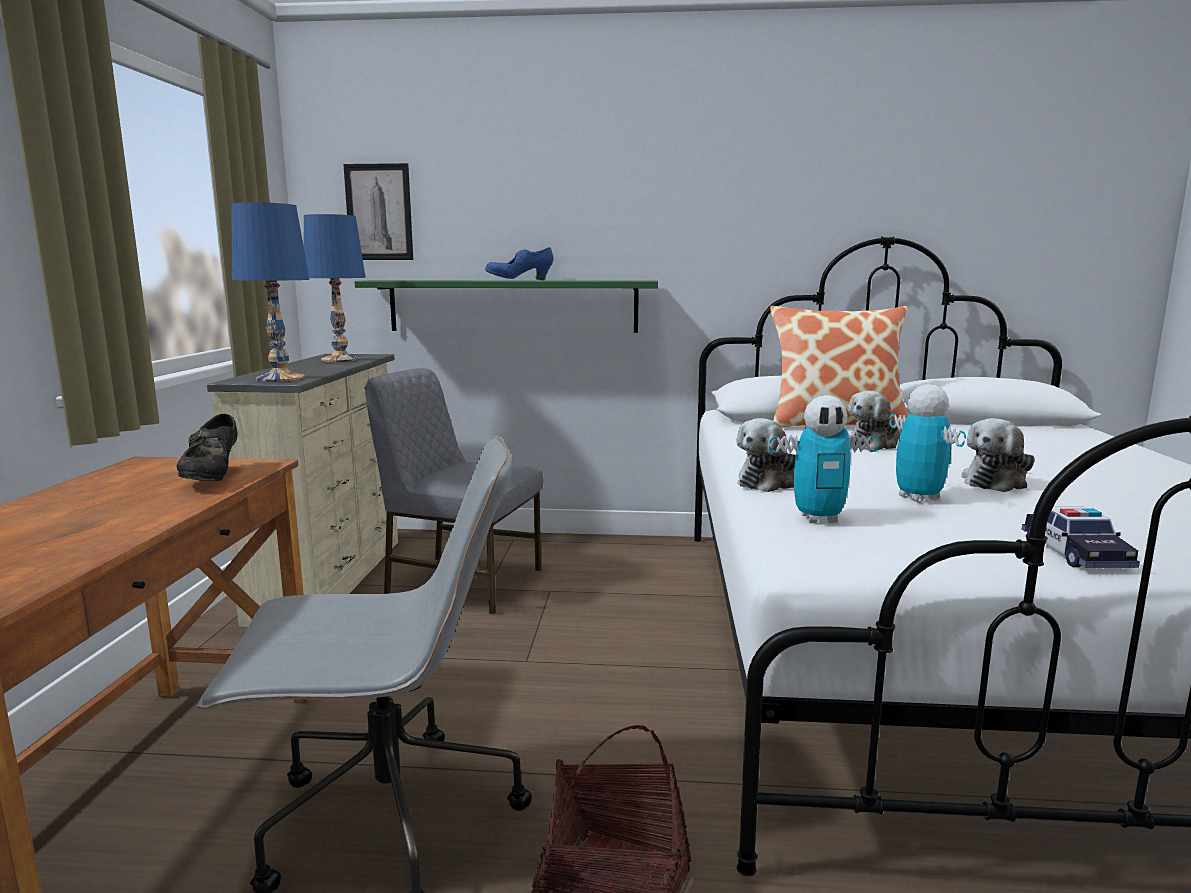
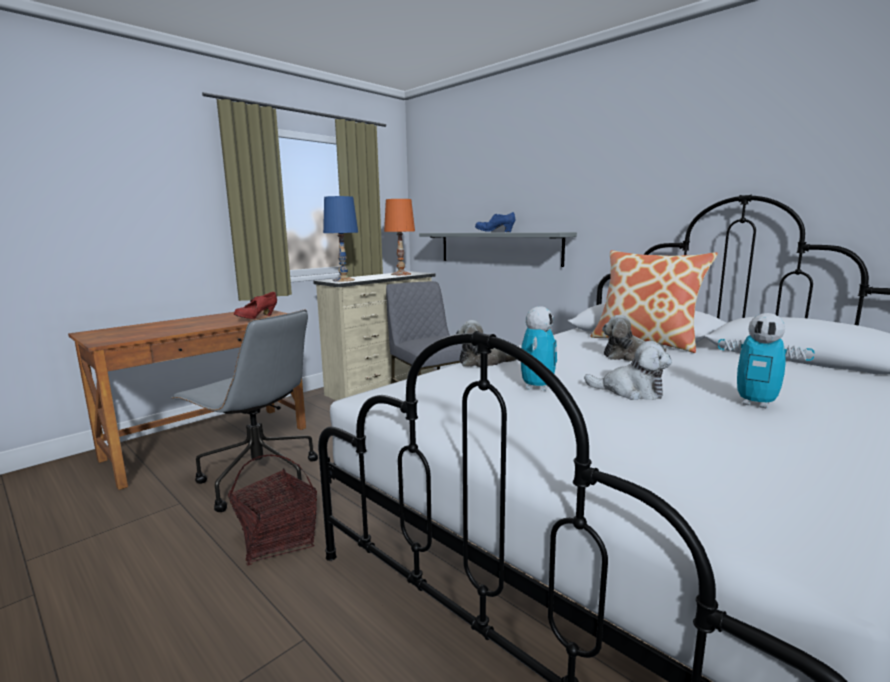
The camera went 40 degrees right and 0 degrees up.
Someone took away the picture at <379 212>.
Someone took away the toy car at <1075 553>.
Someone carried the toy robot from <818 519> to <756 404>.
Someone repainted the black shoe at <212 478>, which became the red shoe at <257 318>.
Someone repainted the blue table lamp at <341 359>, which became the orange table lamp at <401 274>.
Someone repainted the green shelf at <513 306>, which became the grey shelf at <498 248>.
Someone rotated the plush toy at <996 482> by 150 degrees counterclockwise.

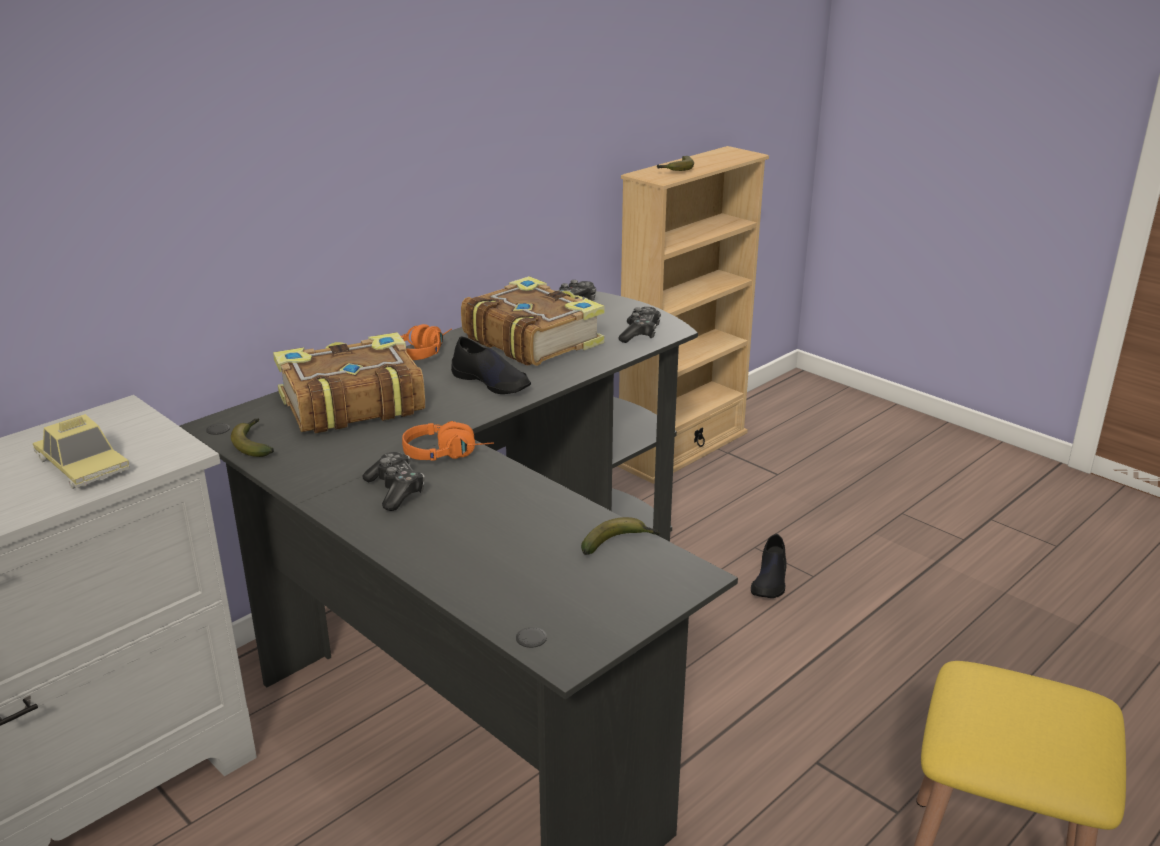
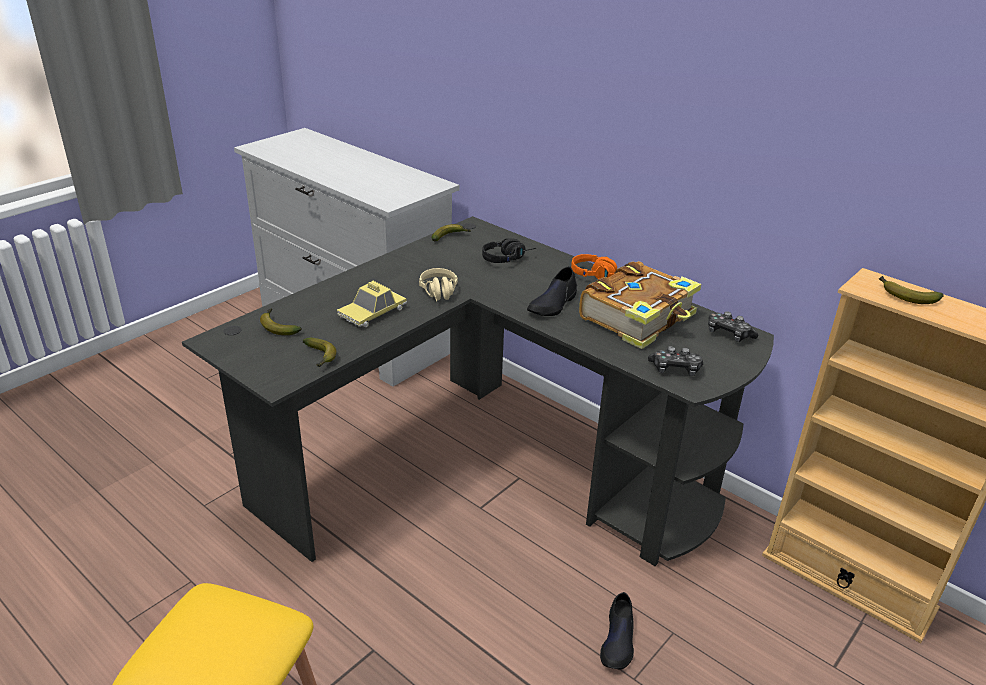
The camera went 85 degrees right and 5 degrees up.
Someone took away the game controller at <395 490>.
Someone put down the banana at <278 327>.
Someone carried the toy car from <82 465> to <372 312>.
Someone swapped the book at <350 403> for the black headphones at <508 258>.
Someone repainted the orange headphones at <448 454>, which became the beige headphones at <440 295>.
Someone rotated the black shoe at <770 580> by 90 degrees counterclockwise.

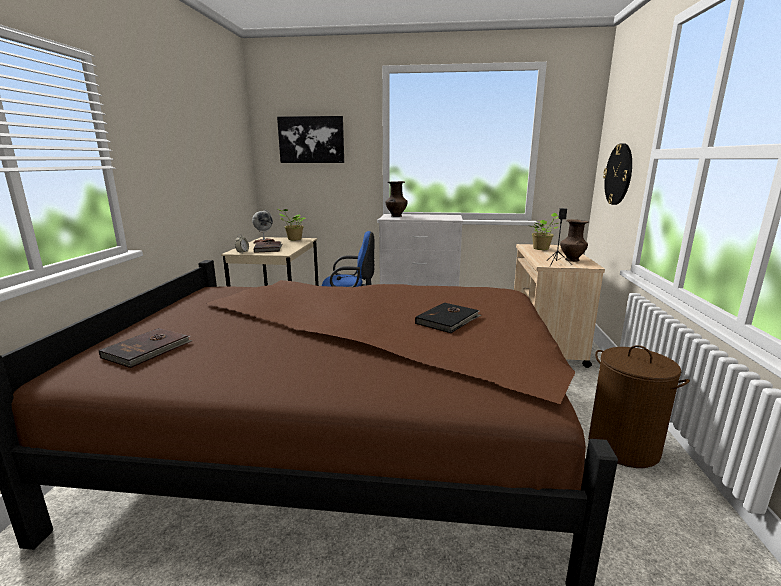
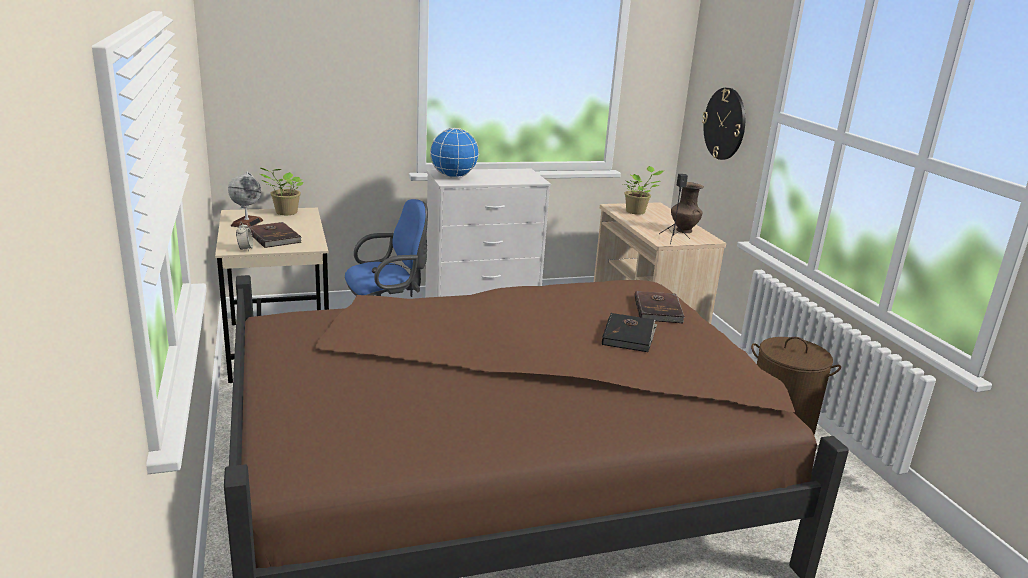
The camera went 25 degrees left and 5 degrees up.
Someone took away the picture at <311 140>.
Someone carried the brown book from <148 350> to <659 309>.
Someone swapped the brown vase at <396 216> for the globe at <454 177>.

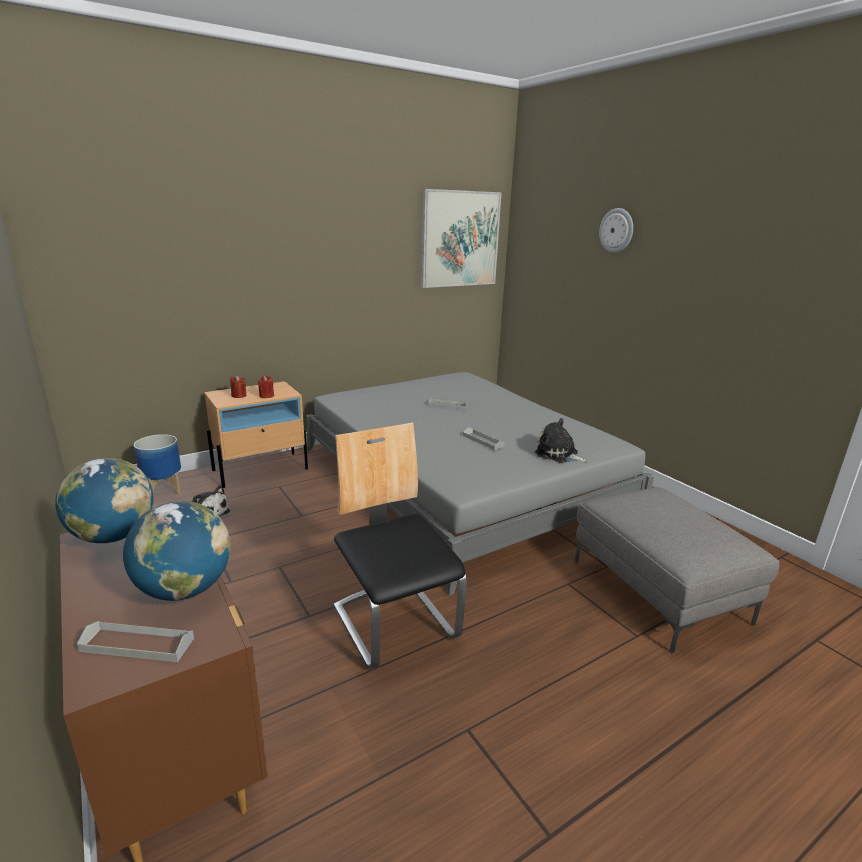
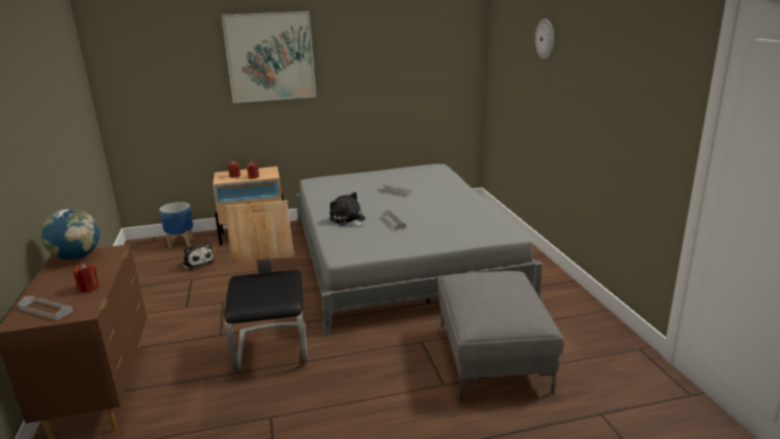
The camera went 20 degrees right and 0 degrees up.
Someone carried the picture from <460 239> to <270 57>.
Someone carried the plush toy from <558 454> to <348 220>.
Someone swapped the globe at <185 589> for the red candle at <88 288>.

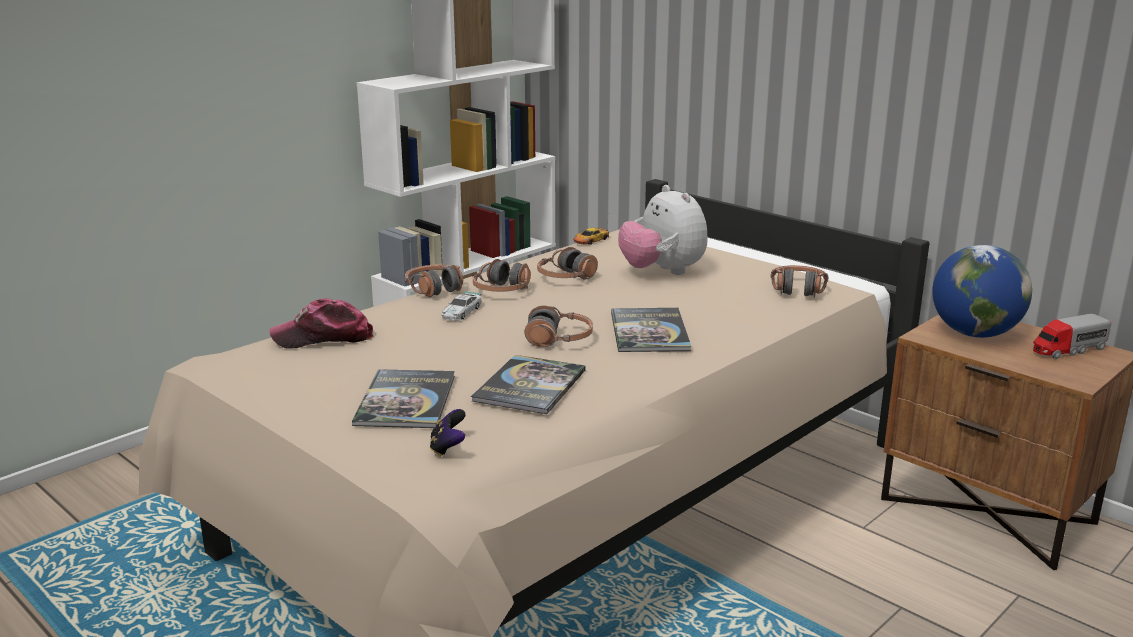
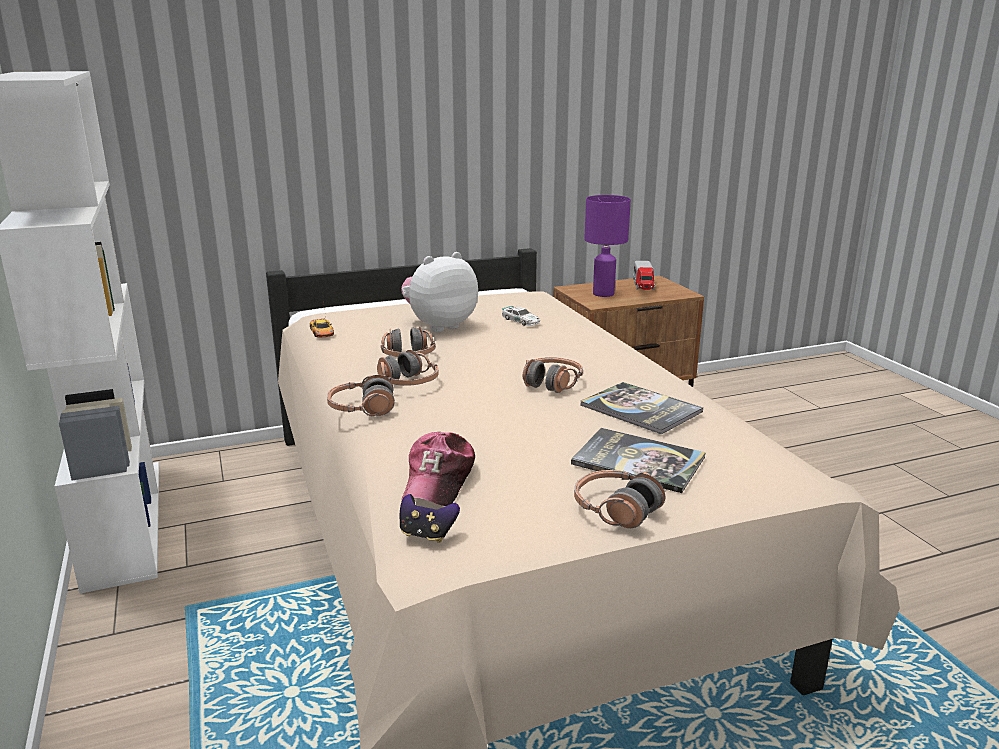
The camera went 65 degrees left and 0 degrees up.
Someone took away the book at <649 331>.
Someone carried the game controller from <448 448> to <427 534>.
Someone carried the toy car from <461 312> to <521 321>.
Someone carried the headphones from <798 289> to <616 509>.
Someone swapped the globe at <974 334> for the purple table lamp at <603 294>.
Someone rotated the plush toy at <662 272> by 150 degrees clockwise.

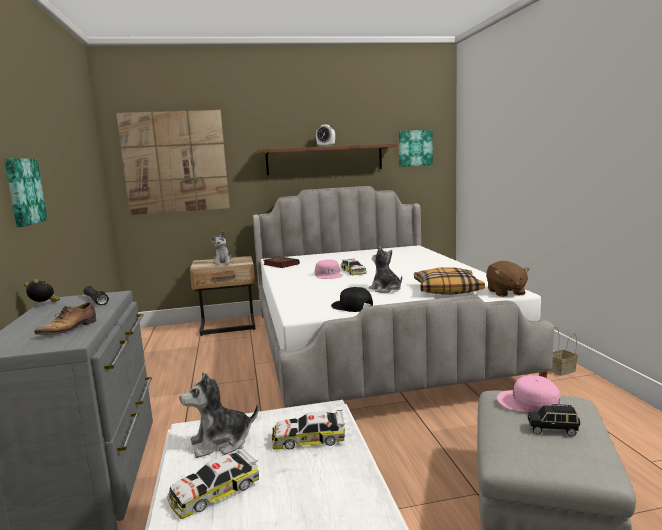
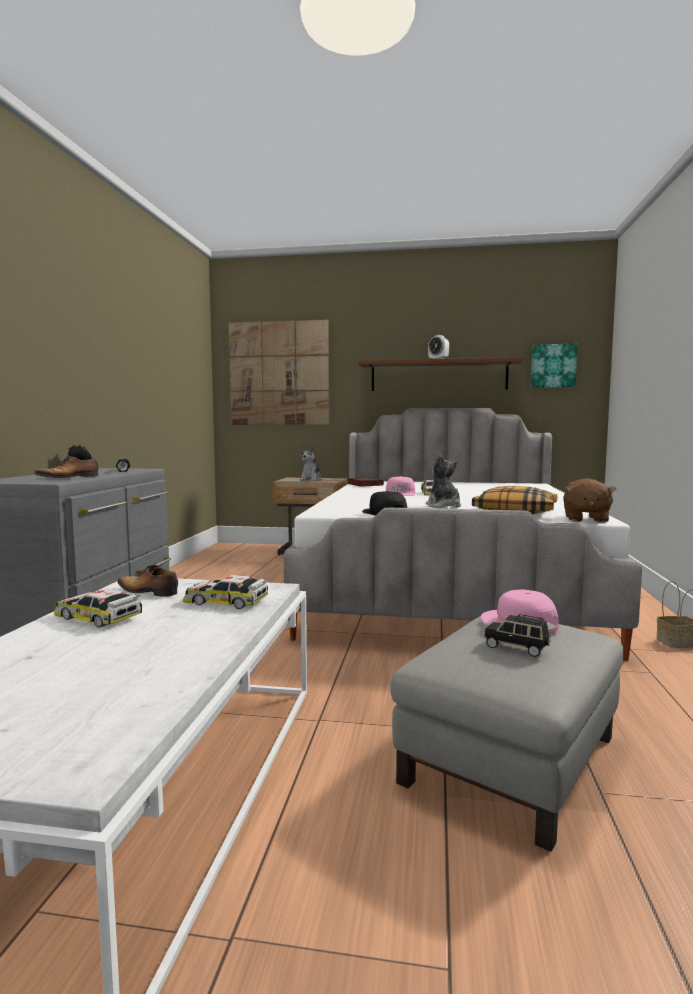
The camera went 20 degrees right and 5 degrees down.
Someone took away the picture at <23 191>.
Someone swapped the plush toy at <221 442> for the shoe at <148 592>.
Someone rotated the toy car at <214 491> by 45 degrees clockwise.

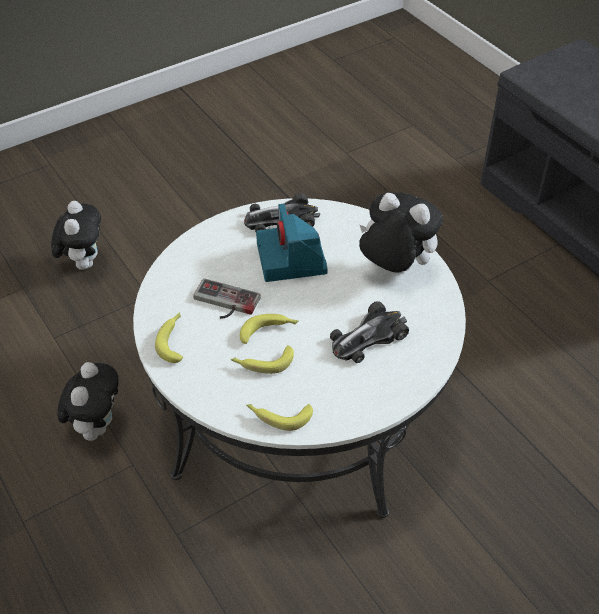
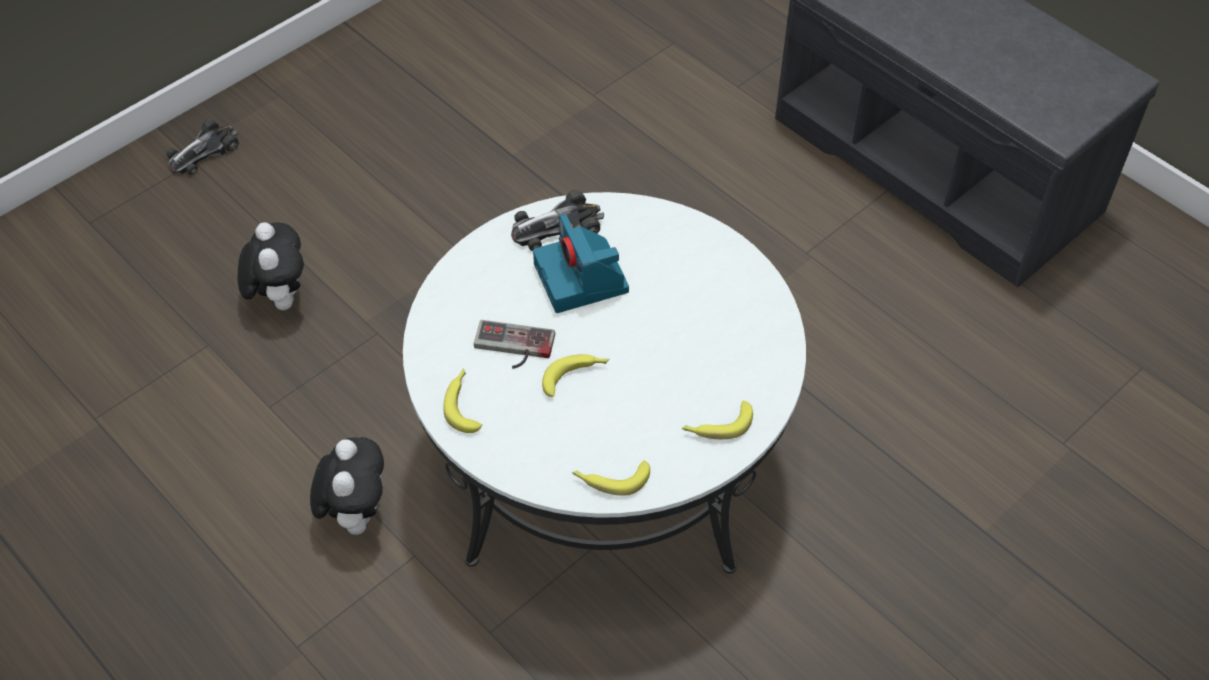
The camera went 10 degrees left and 5 degrees up.
Someone took away the plush toy at <394 268>.
Someone carried the banana from <262 362> to <717 426>.
Someone carried the toy car from <368 337> to <203 152>.

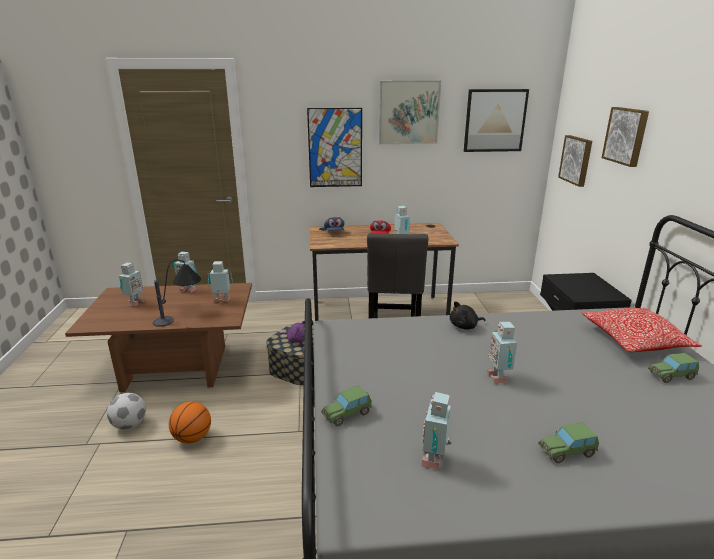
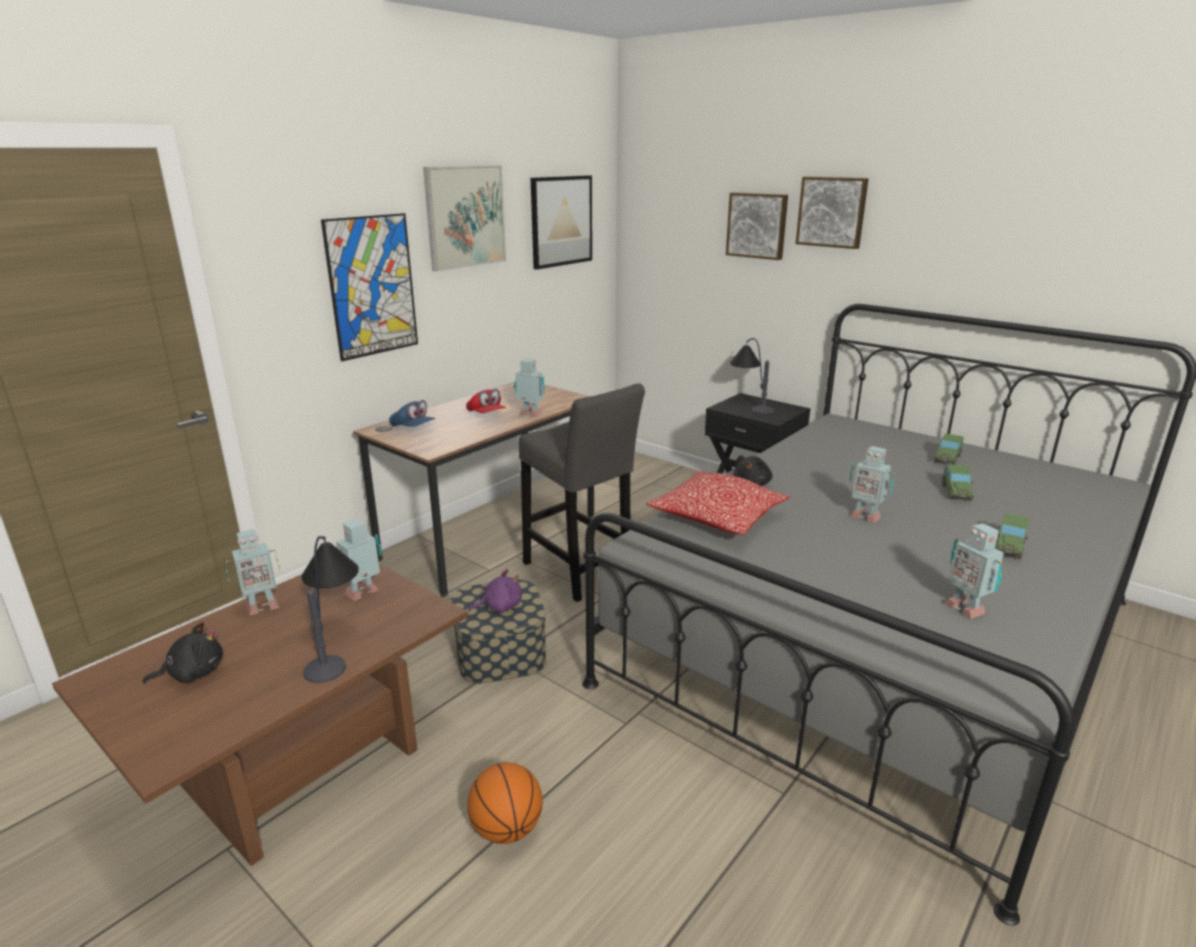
The camera went 45 degrees left and 0 degrees up.
Someone took away the football at <129 425>.
Someone put down the table lamp at <749 403>.
Someone carried the toy car from <347 414> to <956 492>.
Someone carried the picture from <576 160> to <832 212>.
Someone carried the pillow from <634 340> to <717 517>.
Someone swapped the toy robot at <134 303> for the black plush toy at <193 673>.

